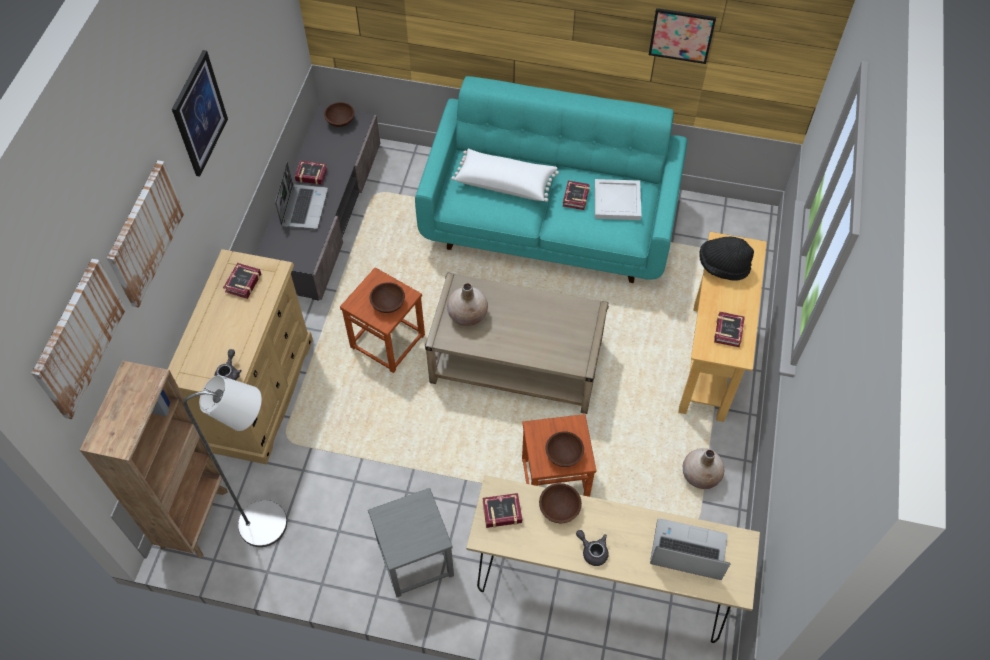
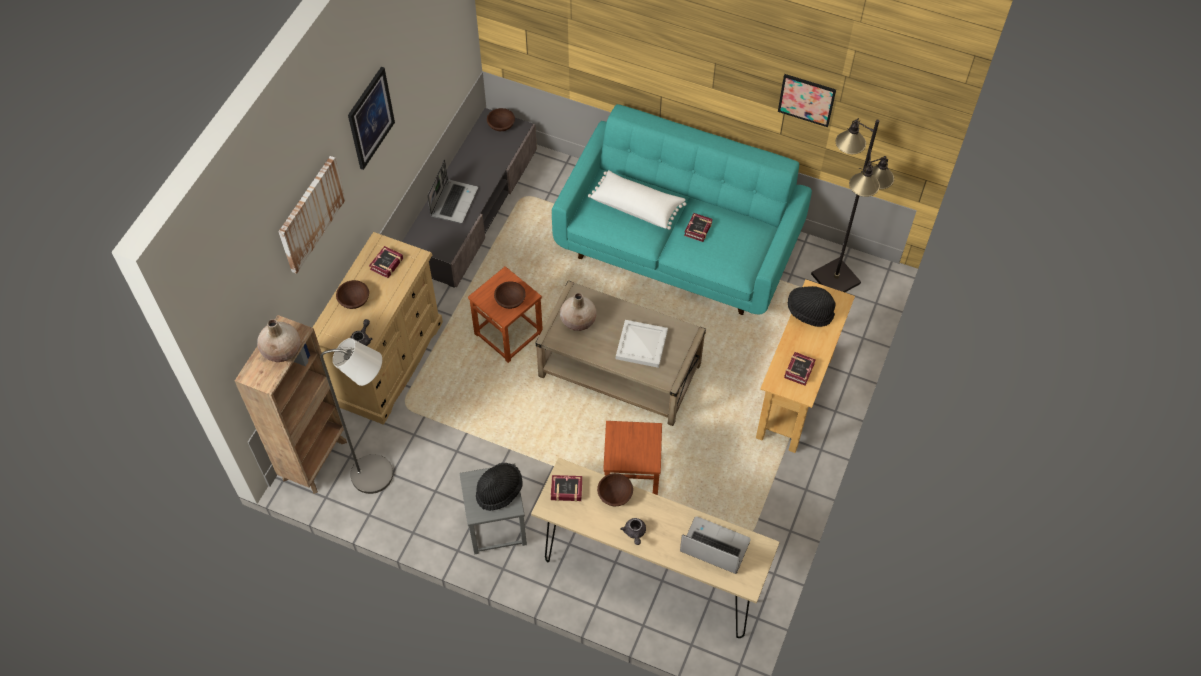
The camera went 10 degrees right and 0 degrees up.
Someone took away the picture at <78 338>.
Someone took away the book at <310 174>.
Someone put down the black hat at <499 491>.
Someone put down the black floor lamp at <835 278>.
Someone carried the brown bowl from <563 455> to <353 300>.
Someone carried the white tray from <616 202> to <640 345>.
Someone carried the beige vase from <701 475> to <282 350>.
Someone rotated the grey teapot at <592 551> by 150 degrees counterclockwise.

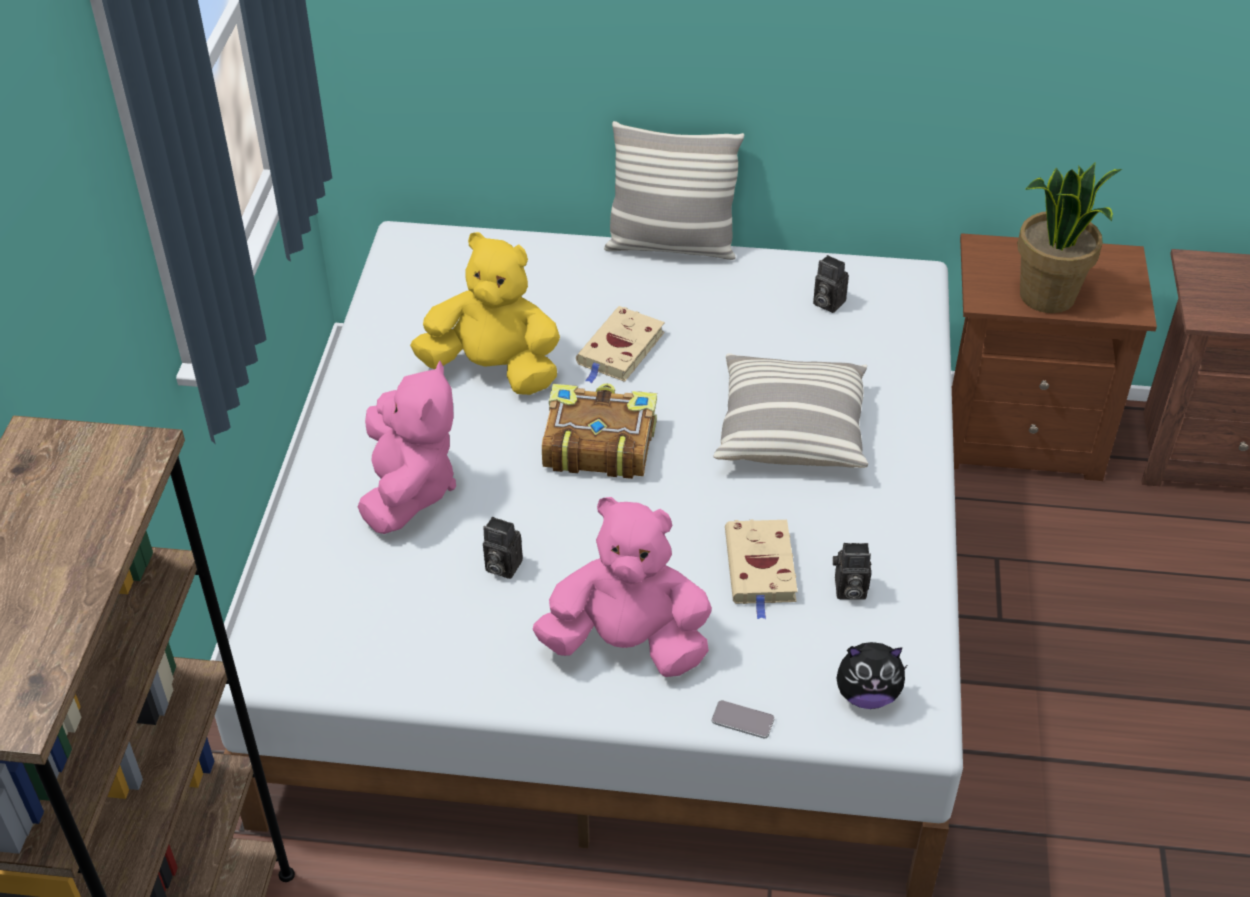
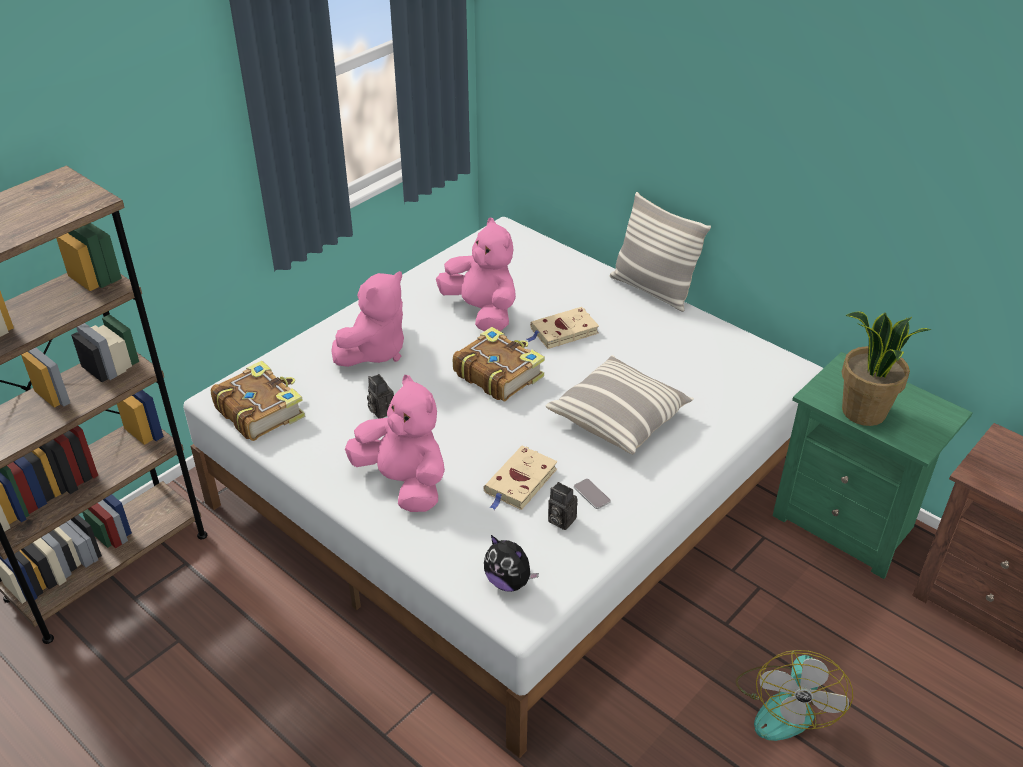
The camera went 35 degrees right and 5 degrees down.
Someone took away the photo camera at <826 303>.
Someone put down the book at <259 410>.
Someone put down the fan at <785 705>.
Someone carried the phone from <742 720> to <592 494>.
Someone repainted the yellow plush toy at <494 369>, which became the pink plush toy at <482 312>.
Someone repainted the brown nightstand at <1020 436>, which became the green nightstand at <848 523>.

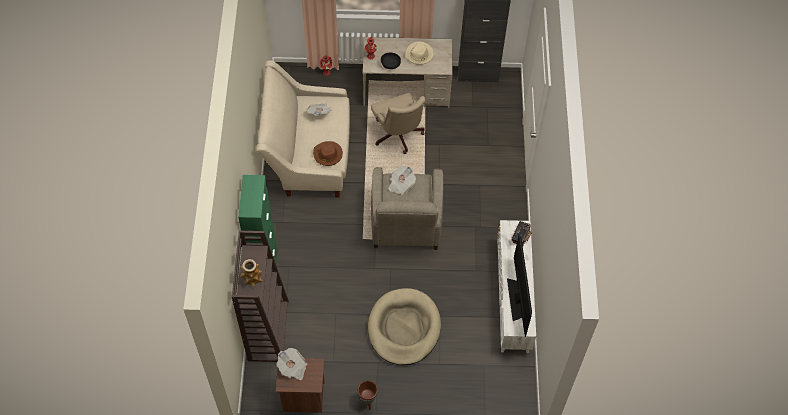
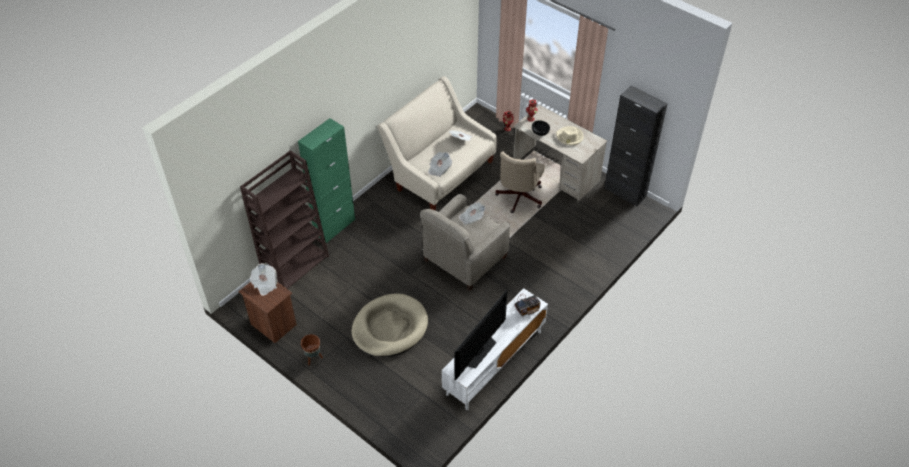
The camera went 40 degrees right and 10 degrees down.
Someone took away the vase at <252 278>.
Someone swapped the brown hat at <328 154> for the newspaper at <439 169>.

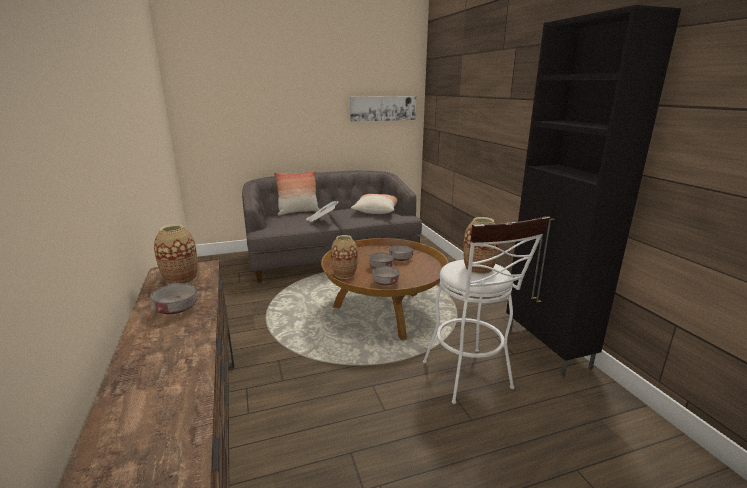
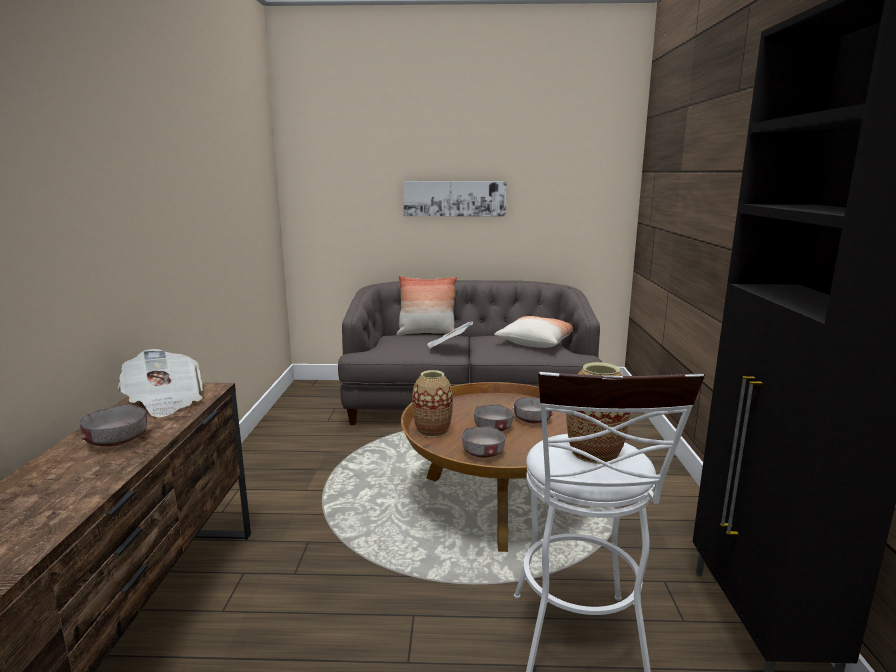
The camera went 20 degrees right and 5 degrees down.
Someone carried the picture from <383 108> to <454 198>.
Someone swapped the vase at <181 279> for the newspaper at <164 402>.

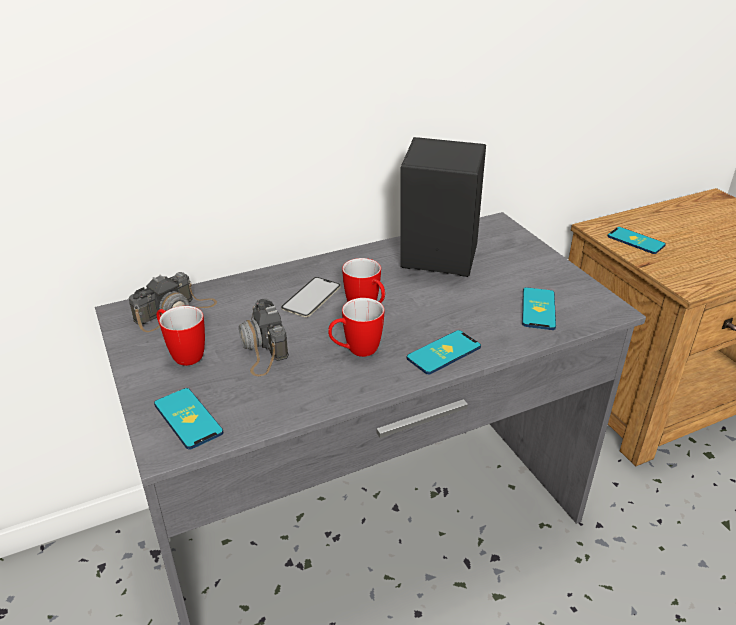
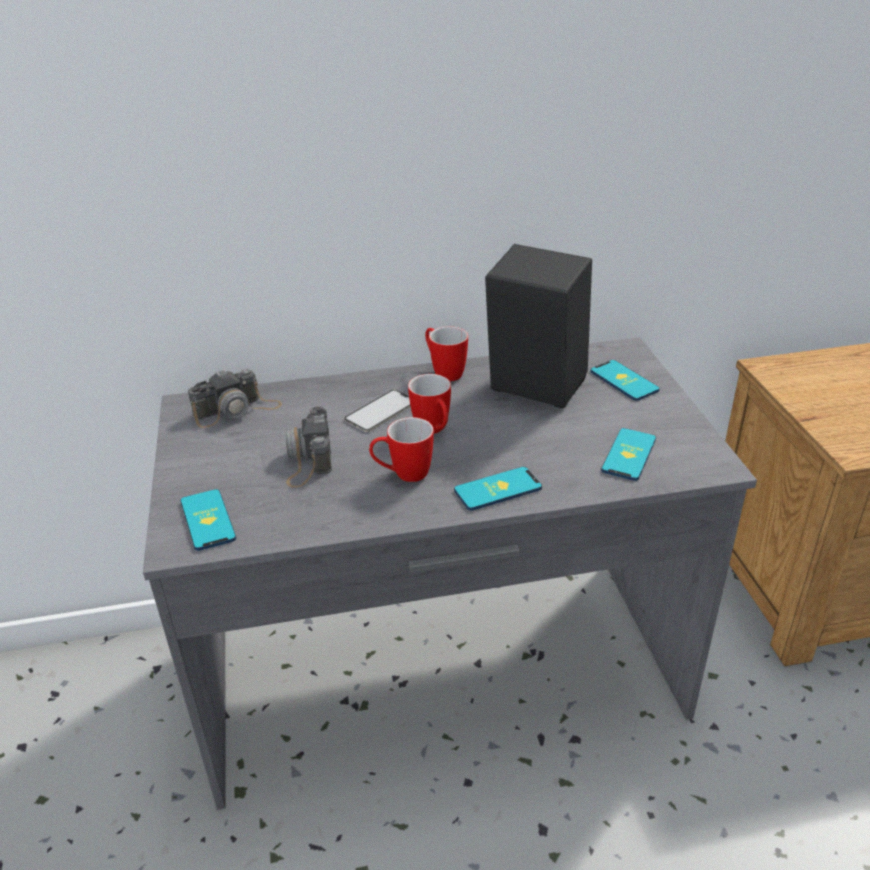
The camera went 15 degrees right and 0 degrees up.
Someone carried the mug from <182 354> to <444 372>.
Someone carried the phone from <635 241> to <624 381>.

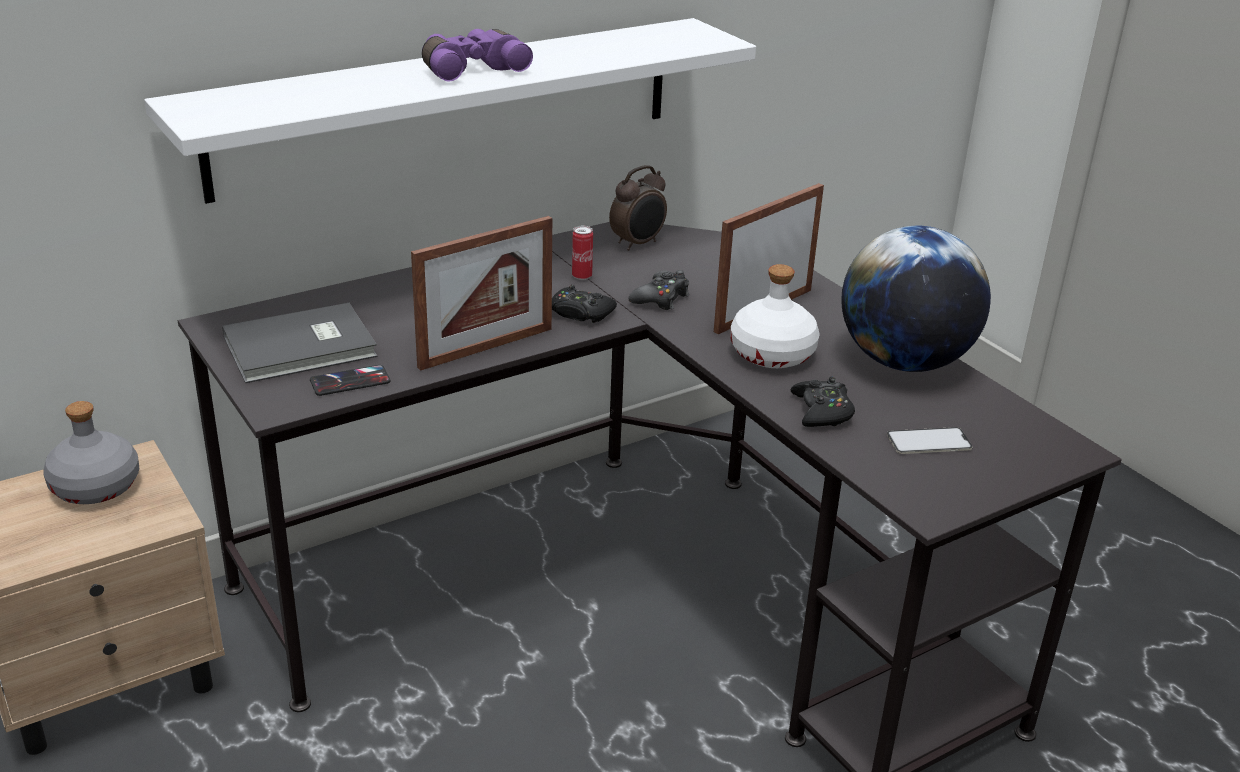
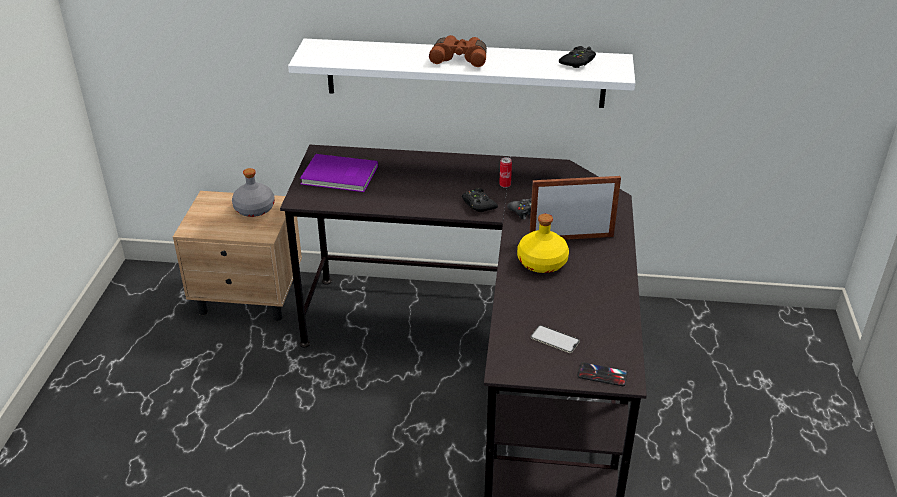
The camera went 40 degrees right and 5 degrees up.
Someone took away the picture frame at <486 348>.
Someone took away the alarm clock at <638 244>.
Someone took away the globe at <904 362>.
Someone carried the phone from <350 381> to <602 375>.
Someone carried the black game controller from <822 411> to <578 62>.
Someone repainted the grey book at <303 348>, which became the purple book at <340 176>.
Someone repainted the purple binoculars at <470 69>, which became the brown binoculars at <460 58>.
Someone repainted the white bottle at <772 354>, which became the yellow bottle at <541 262>.

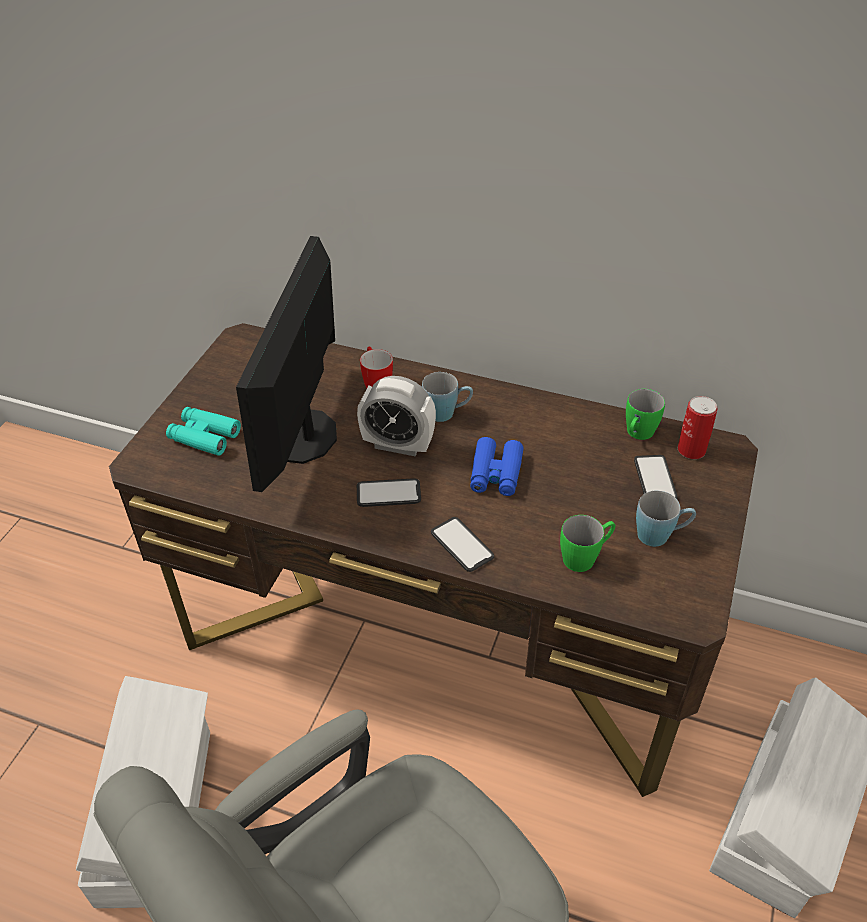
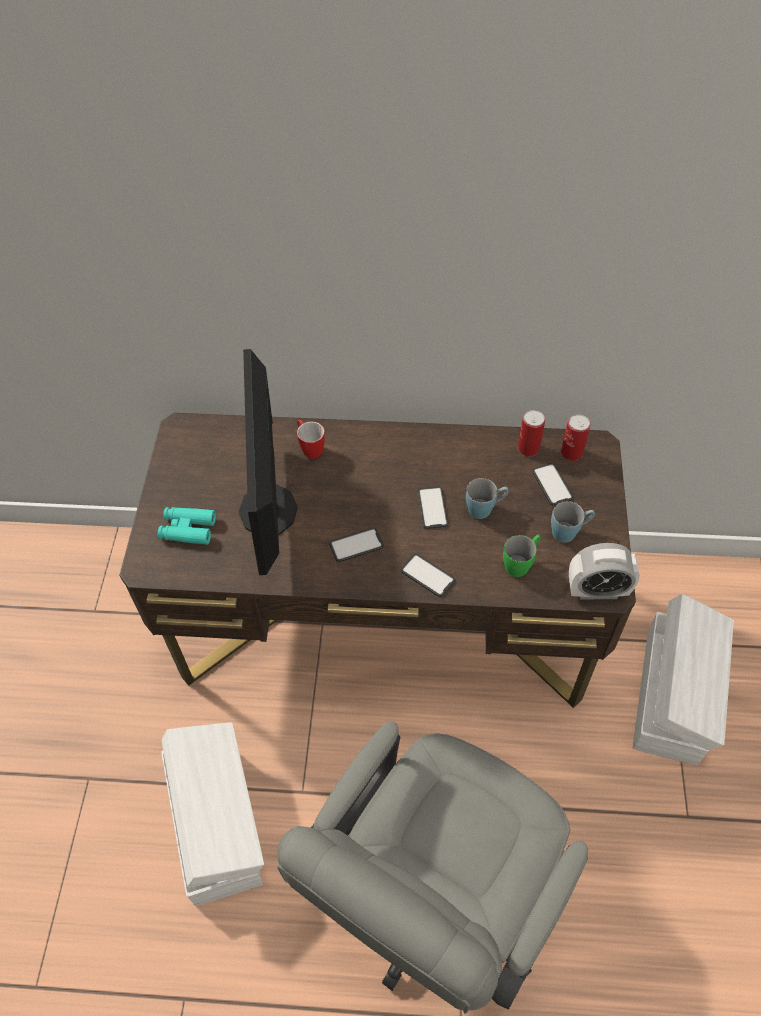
The camera went 15 degrees left and 10 degrees up.
Someone carried the alarm clock from <398 445> to <597 591>.
Someone carried the blue mug from <447 413> to <485 508>.
Someone swapped the blue binoculars at <496 473> for the phone at <432 508>.
Someone swapped the green mug at <637 435> for the can at <528 448>.

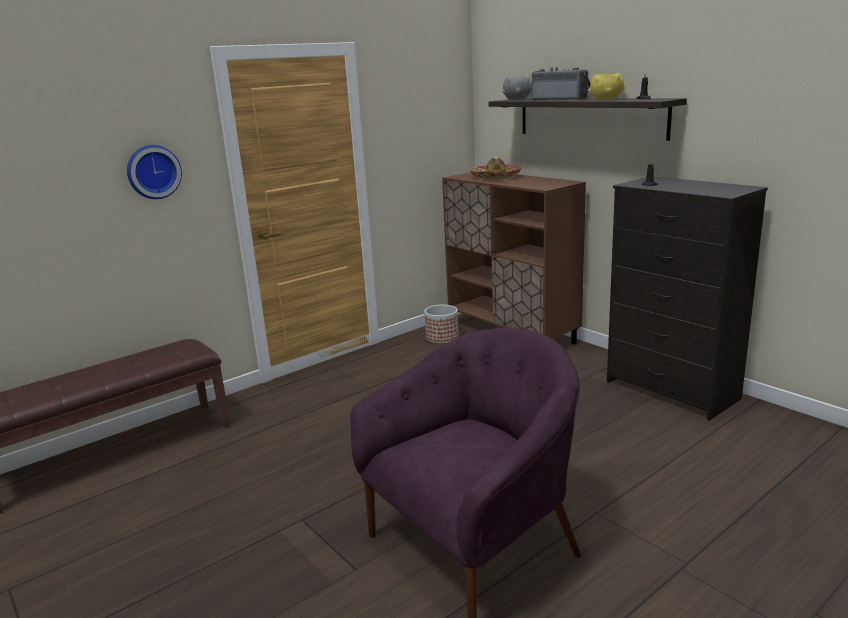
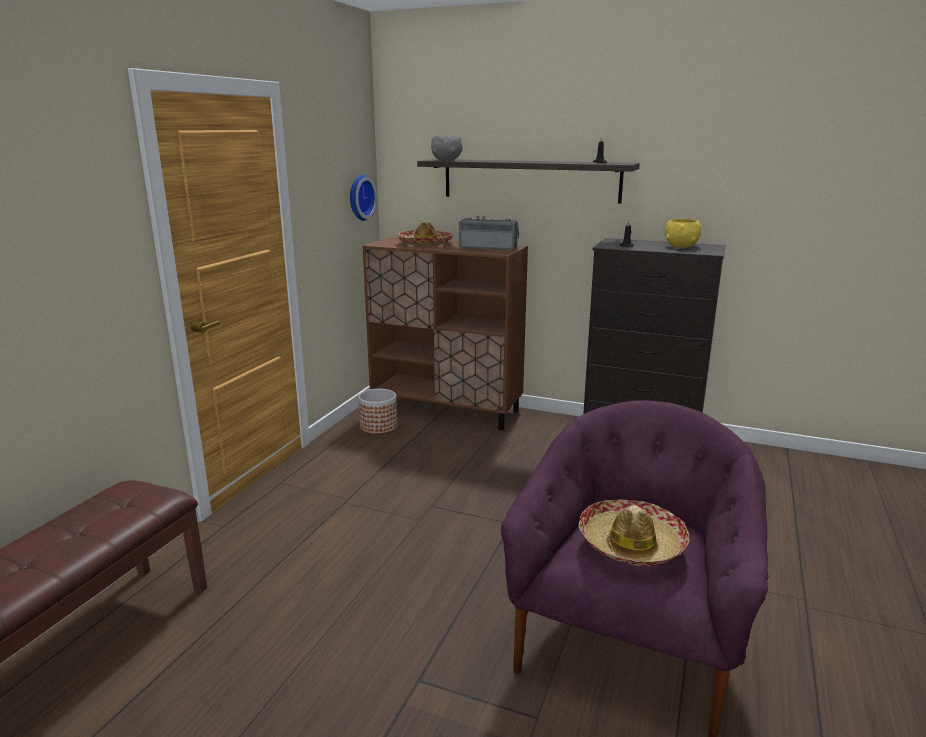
The camera went 30 degrees left and 0 degrees up.
Someone put down the hat at <631 543>.
Someone carried the wall clock from <153 171> to <359 197>.
Someone carried the radio from <560 99> to <488 248>.
Someone carried the yellow bowl from <606 99> to <681 246>.

